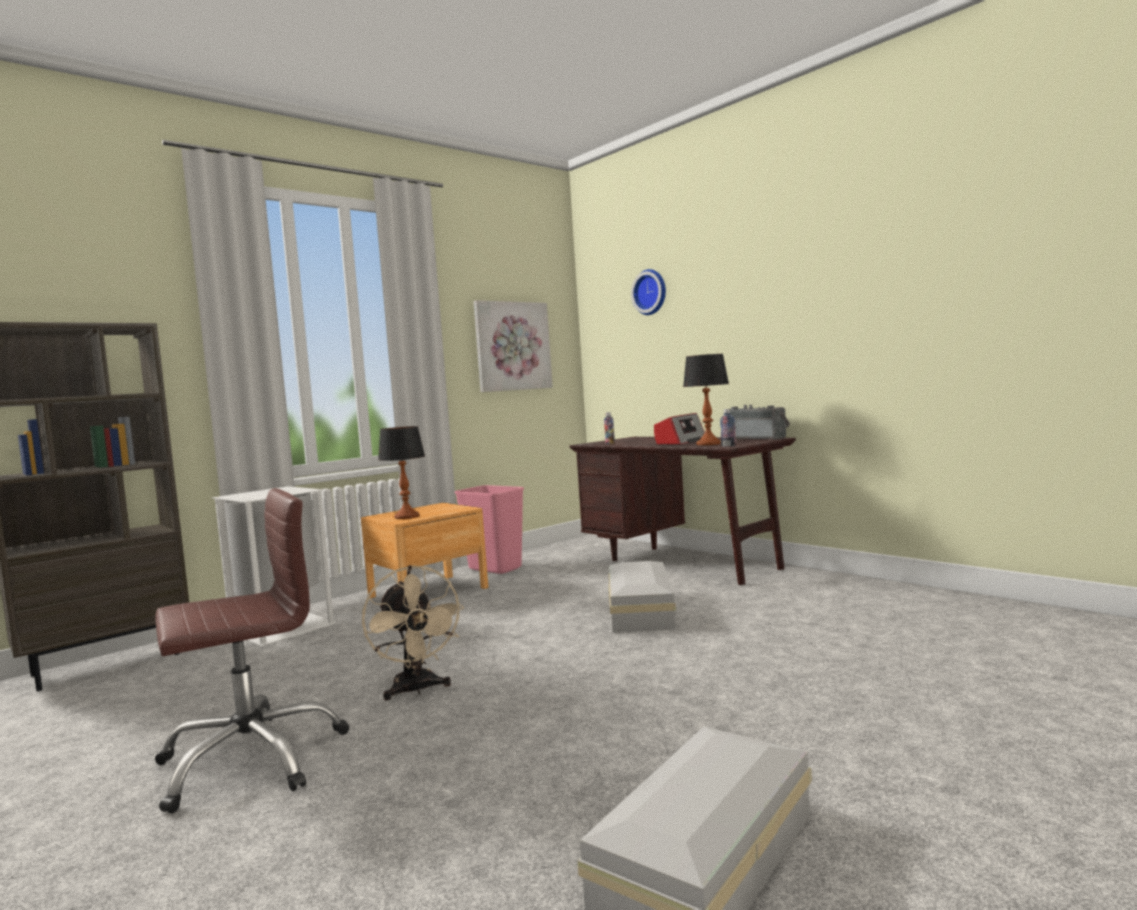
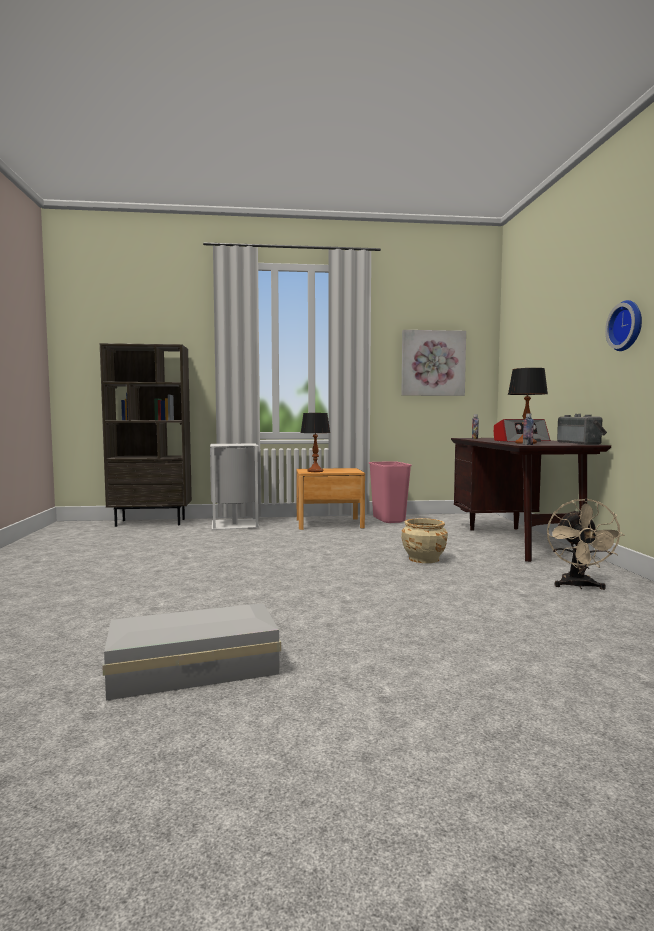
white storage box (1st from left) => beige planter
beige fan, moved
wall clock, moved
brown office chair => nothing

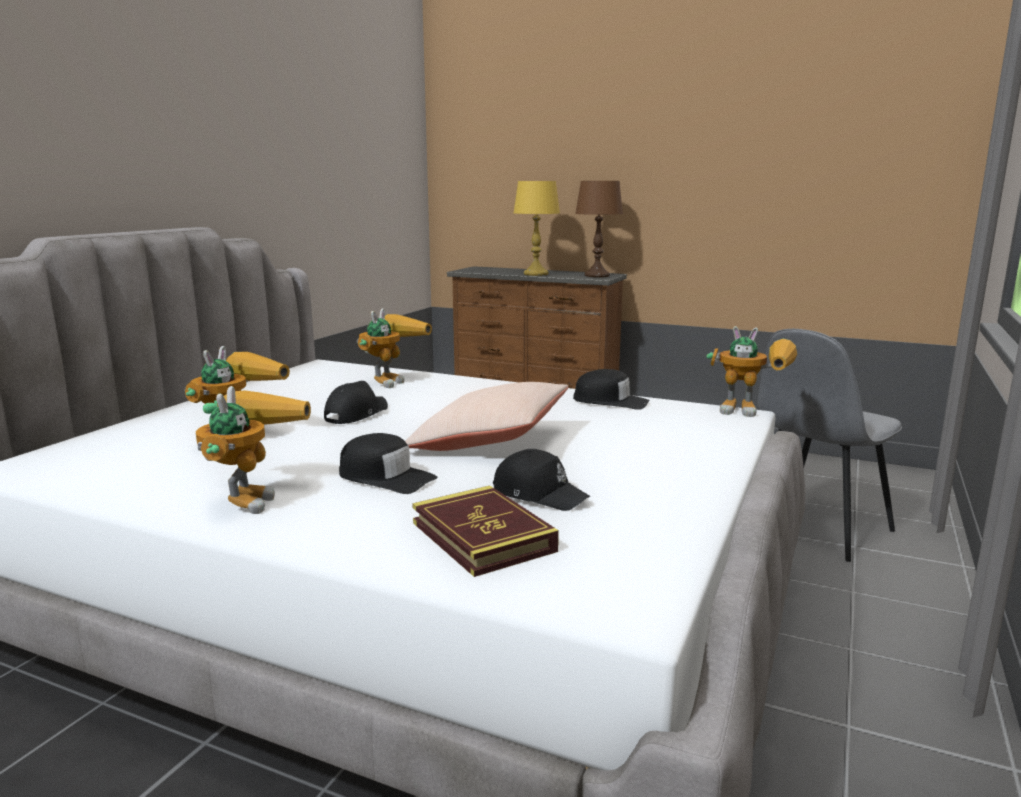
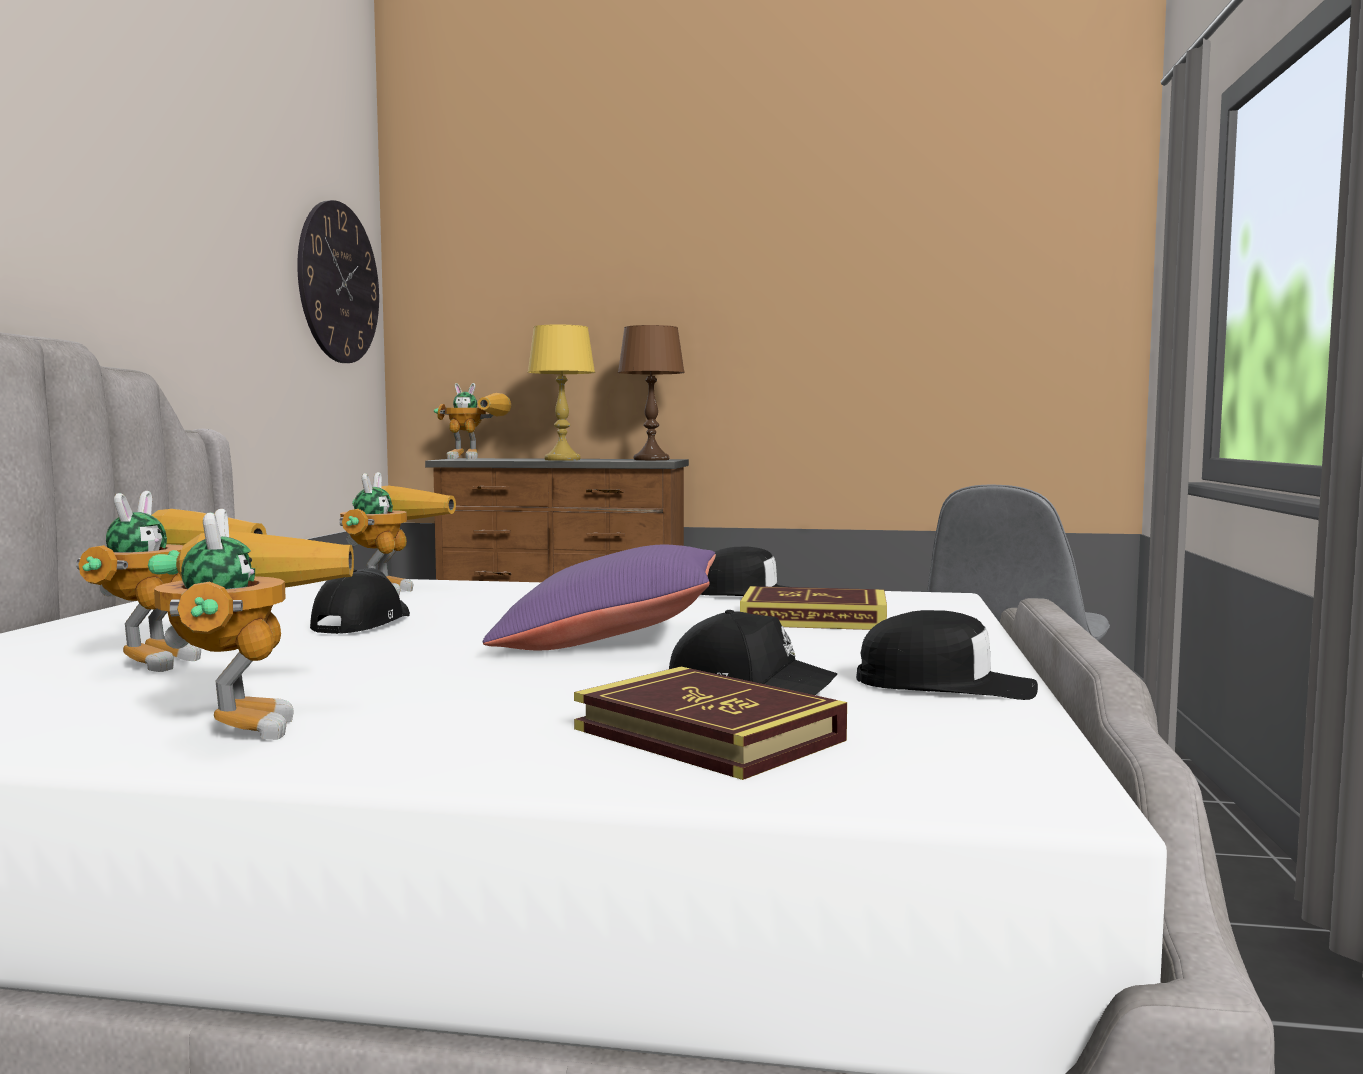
nothing => wall clock
toy robot (4th from left), moved
beige pillow => purple pillow
nothing => book (2nd from left)
black cap (2nd from left in the first image) => black cap (4th from left), moved

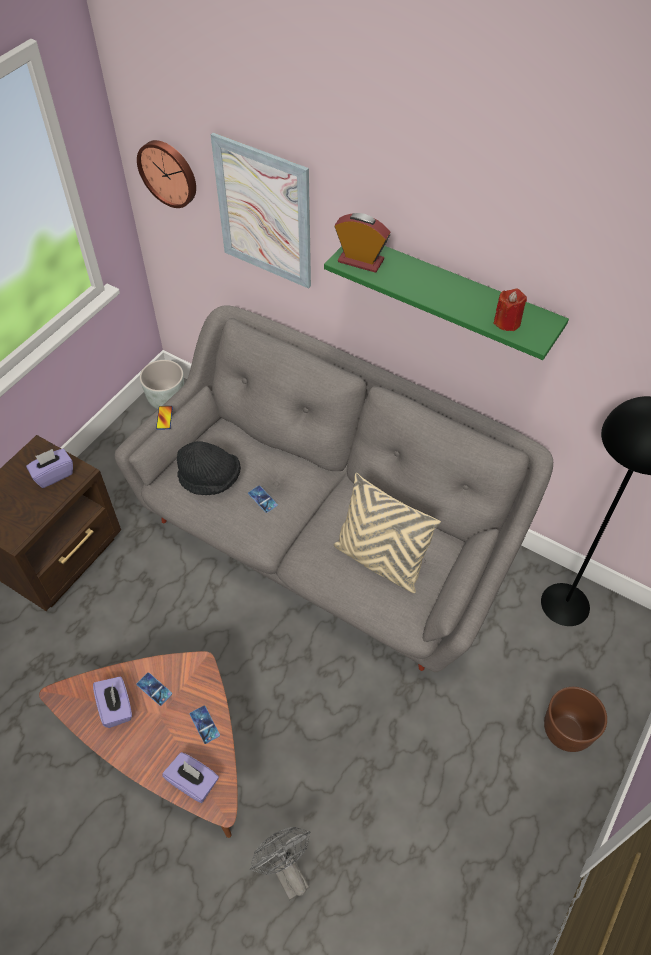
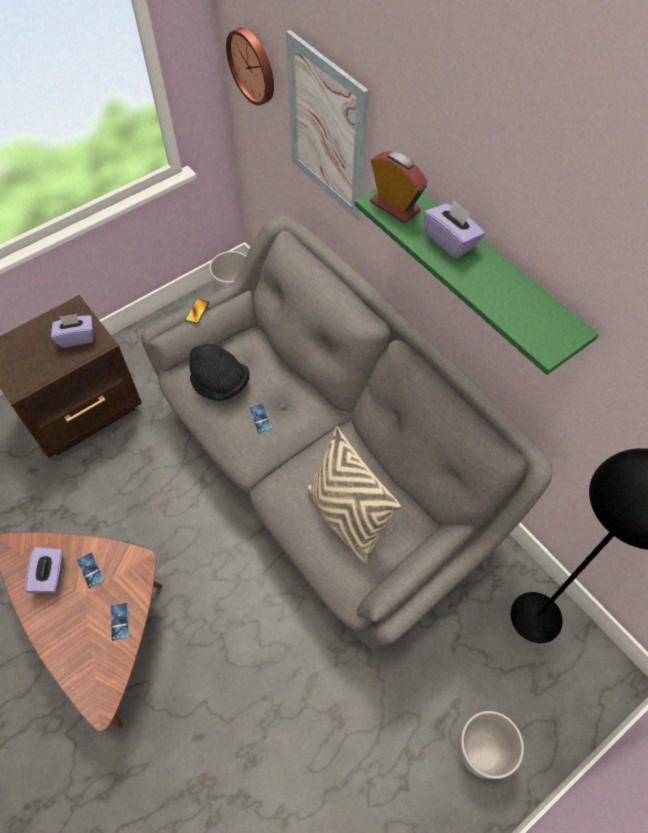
purple tissue box (3rd from left), moved
brown planter => grey planter (2nd from left)
grey fan => nothing
red candle => nothing

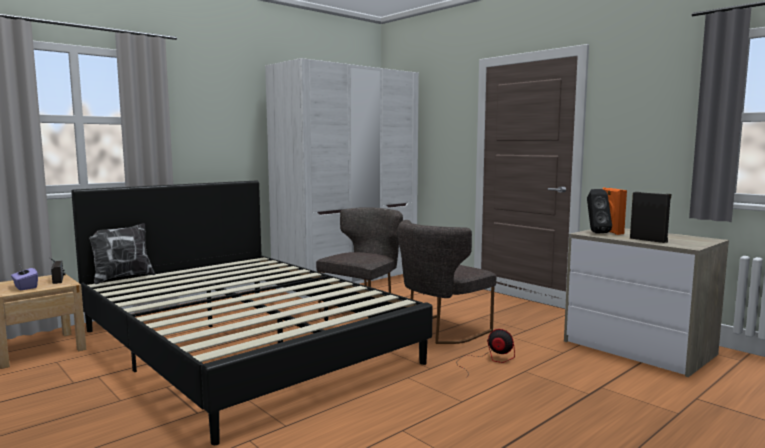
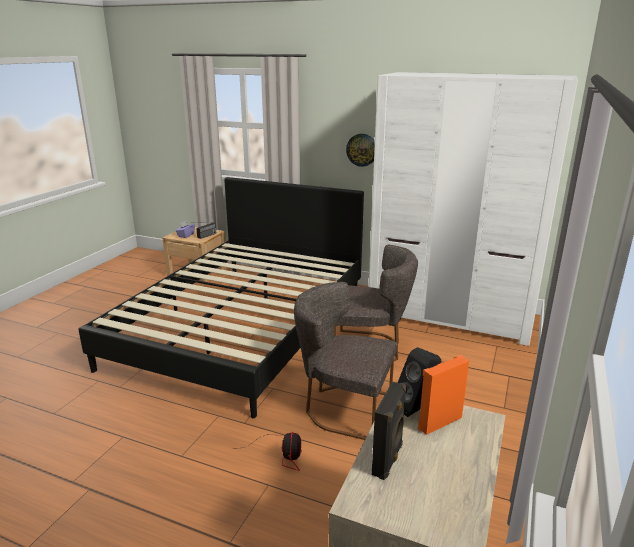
nothing => wall clock
pillow => nothing

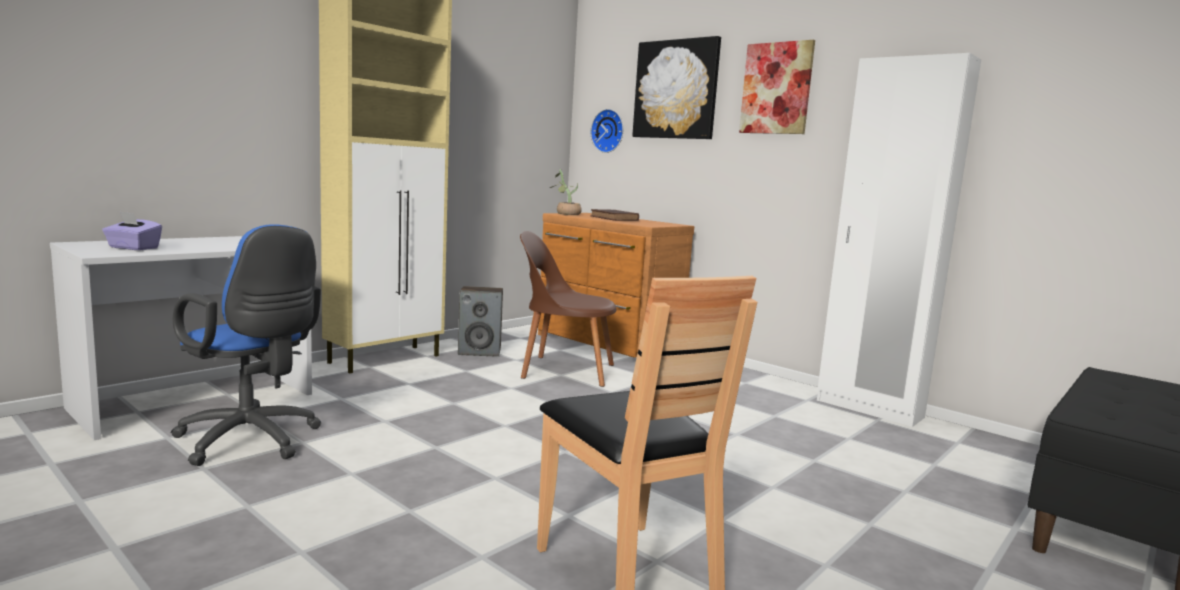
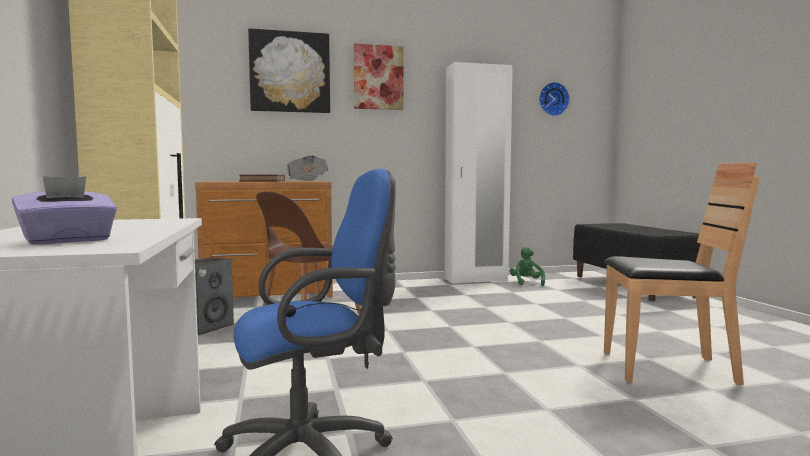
nothing => newspaper
nothing => green plush toy
wall clock, moved
potted plant => nothing

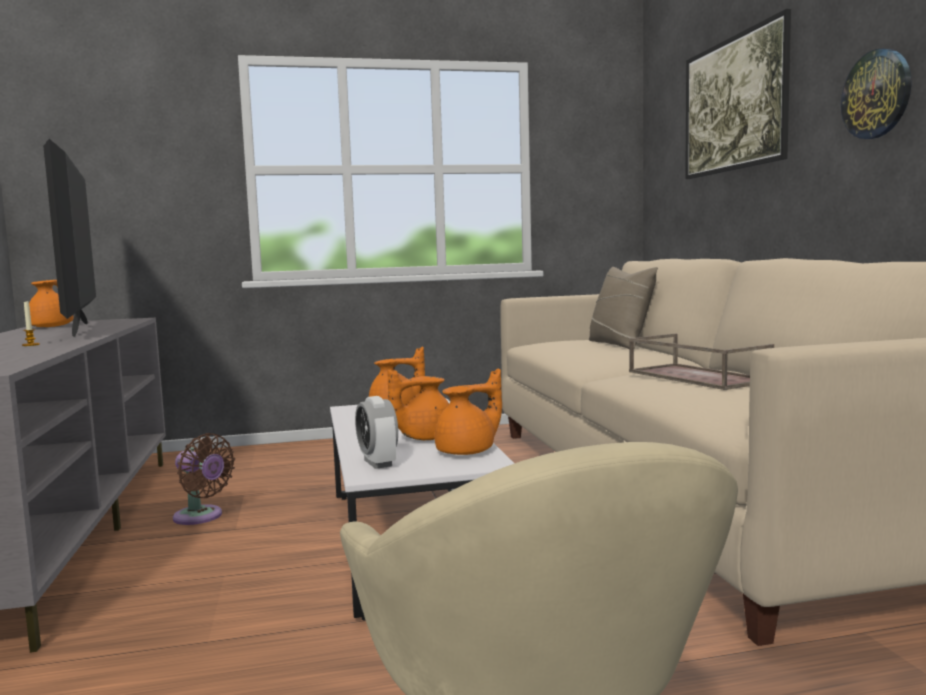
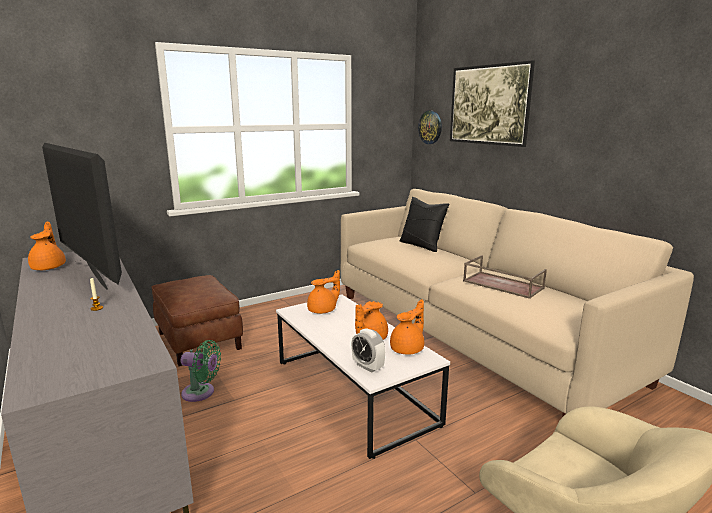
nothing => brown ottoman
brown fan => green fan
beige pillow => black pillow
wall clock, moved

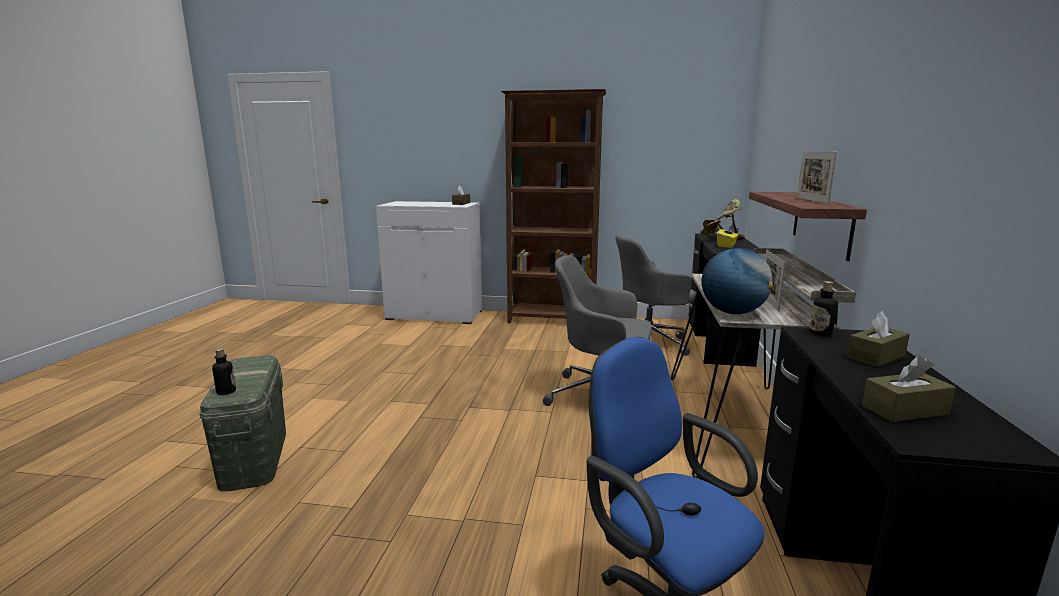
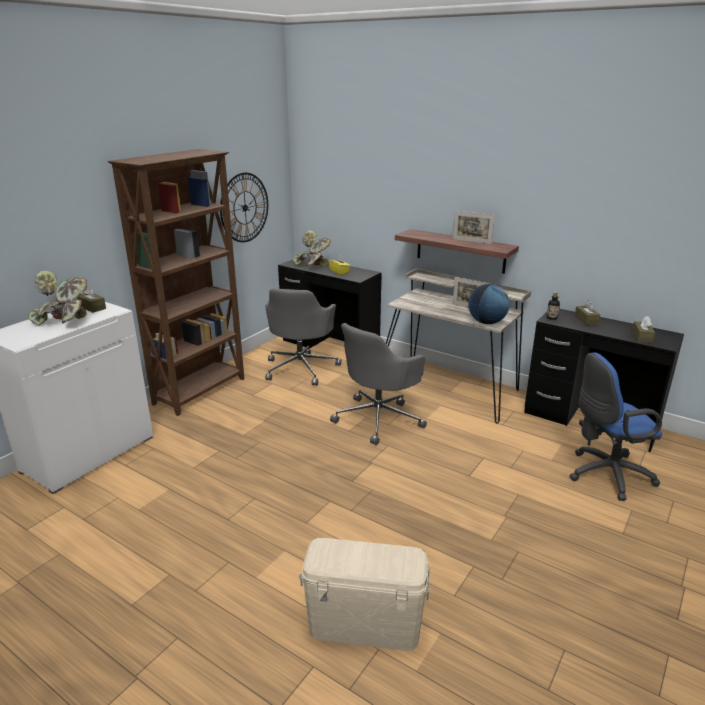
nothing => potted plant (1st from left)
nothing => wall clock
green storage box => beige storage box
bottle (1st from left) => nothing

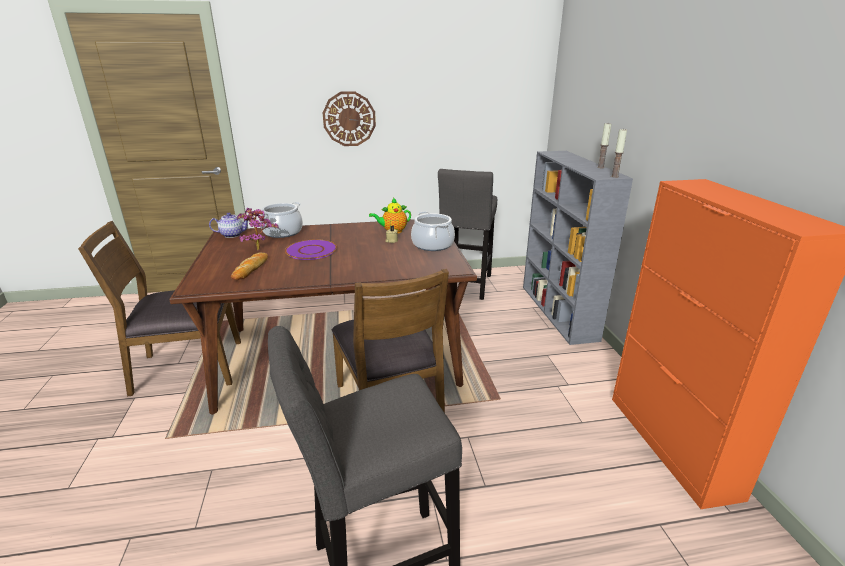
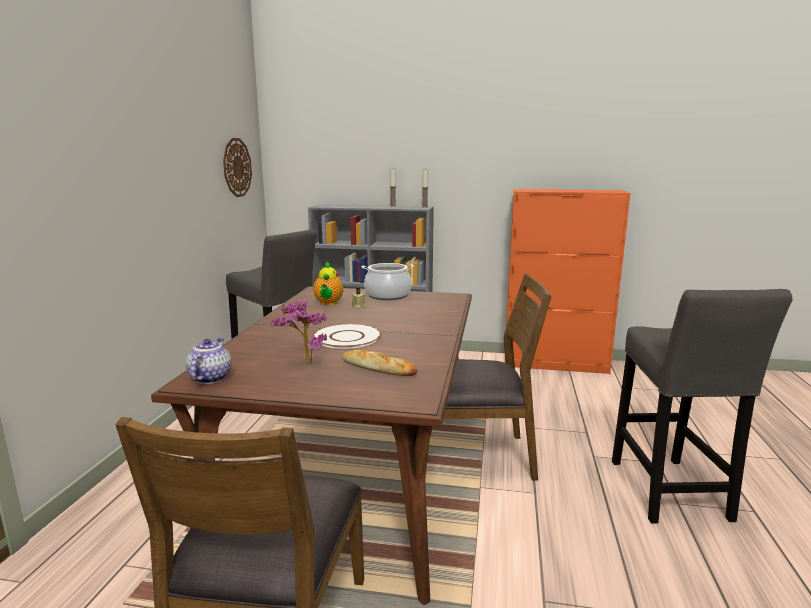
wall clock, moved
purple plate => white plate
cooking pot (1st from left) => nothing

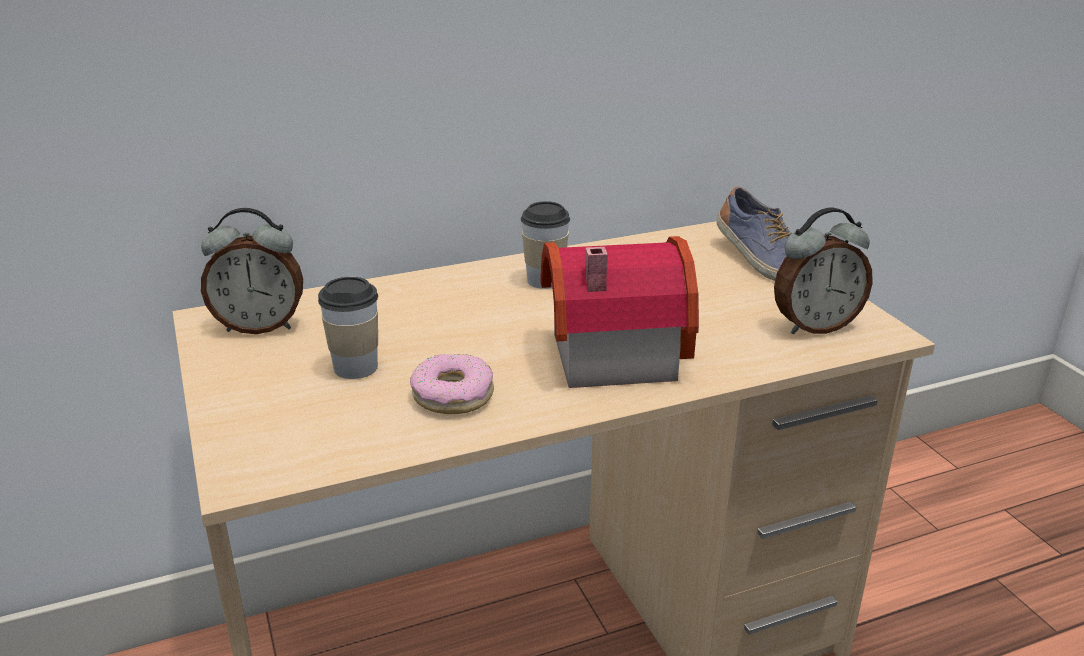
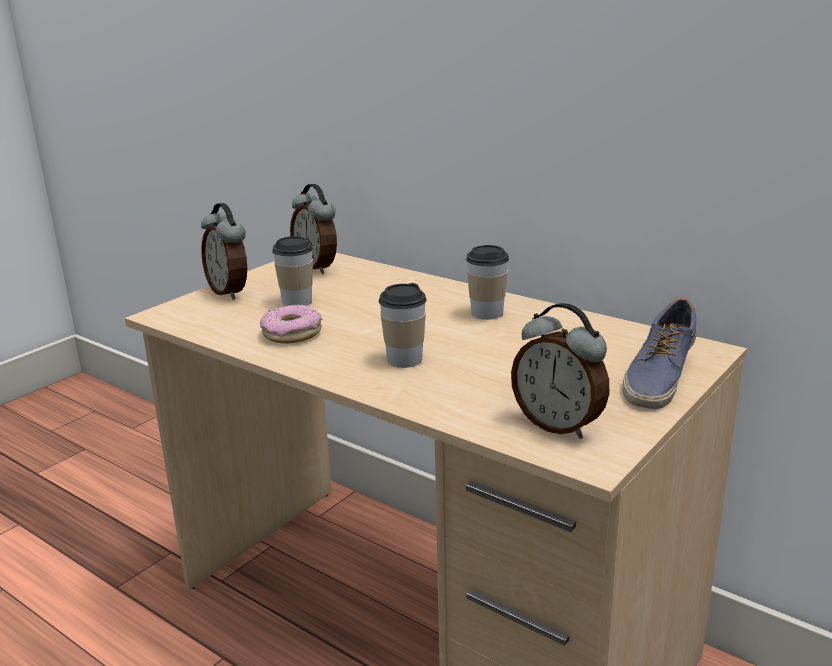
nothing => alarm clock (1st from left)
toy house => cup (2nd from left)

